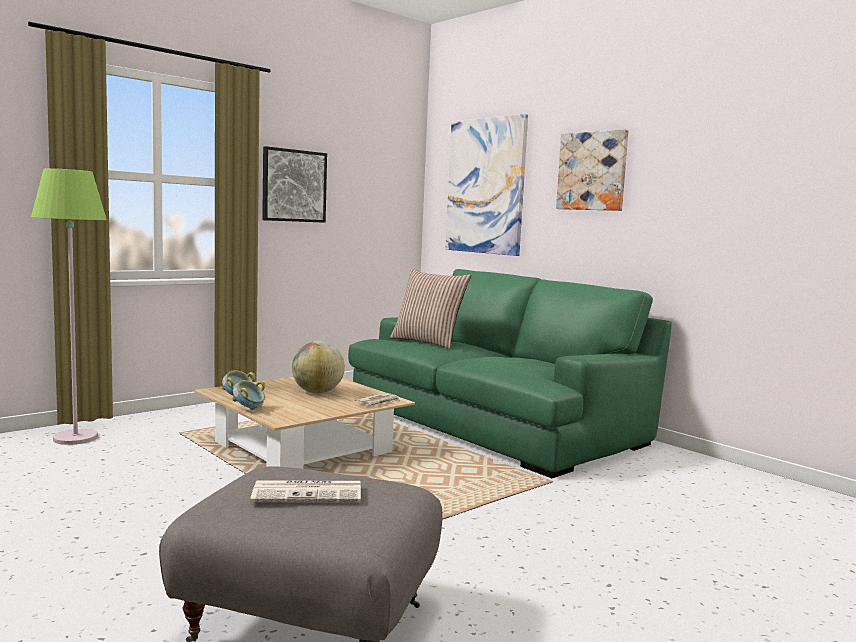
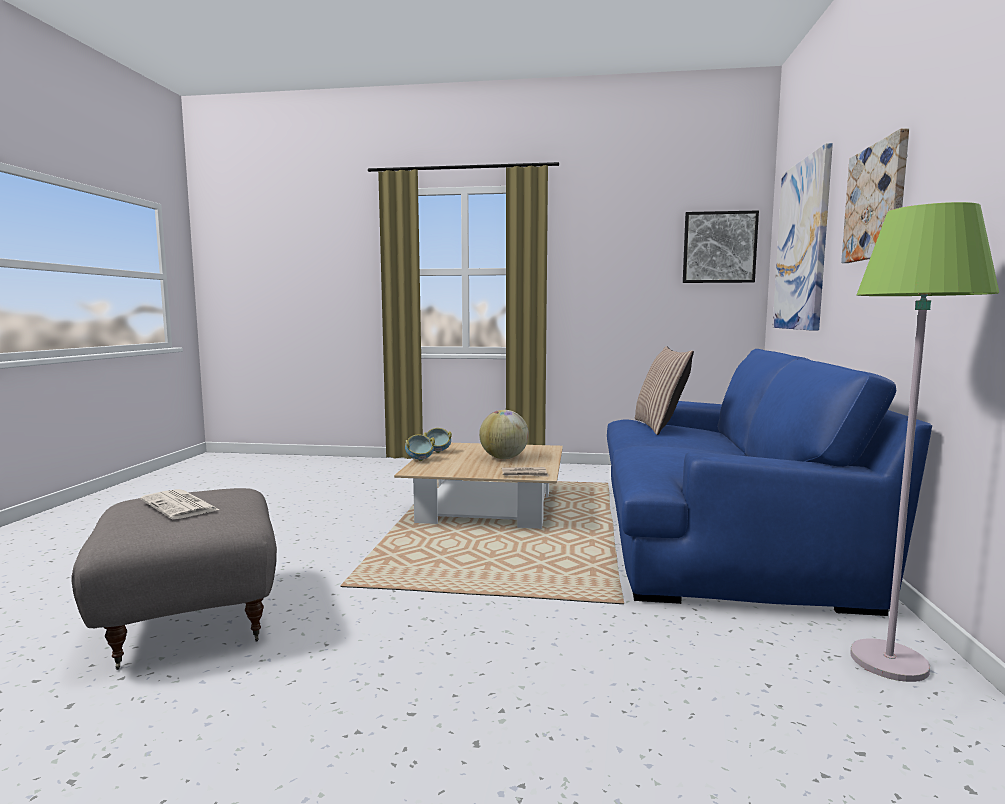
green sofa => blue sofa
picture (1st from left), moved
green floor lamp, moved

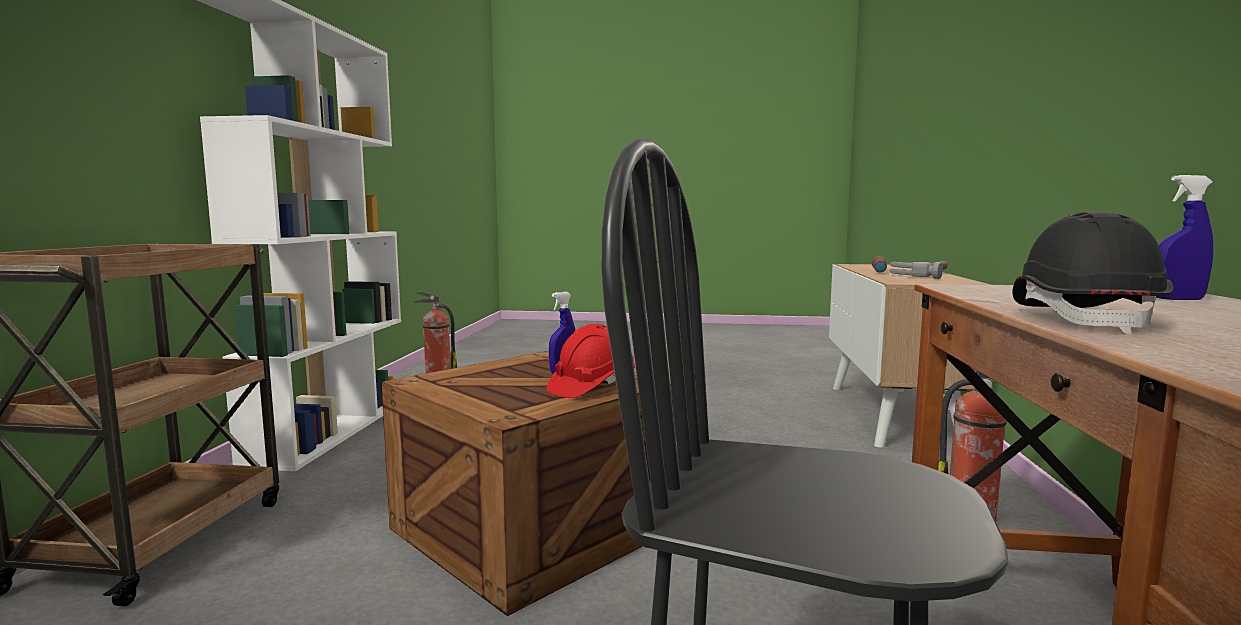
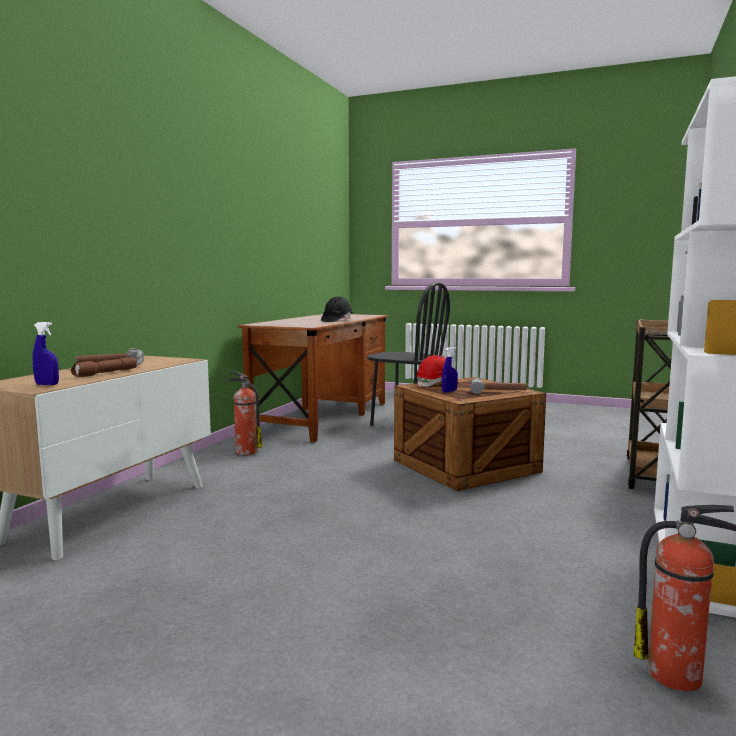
blue spray bottle (2nd from left in the first image) => blue spray bottle (1st from left), moved
nothing => hammer (2nd from left)

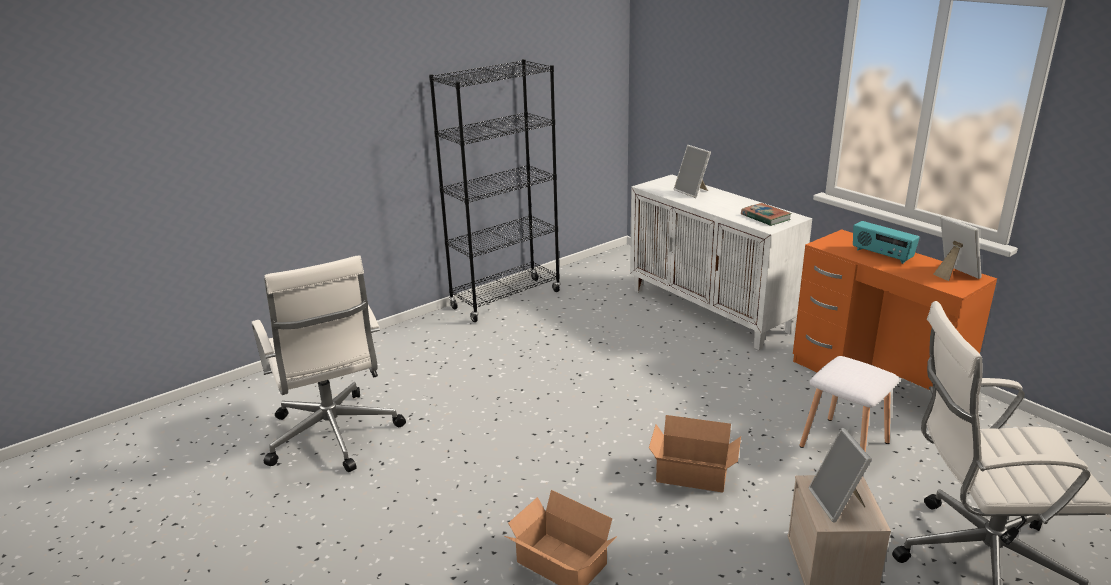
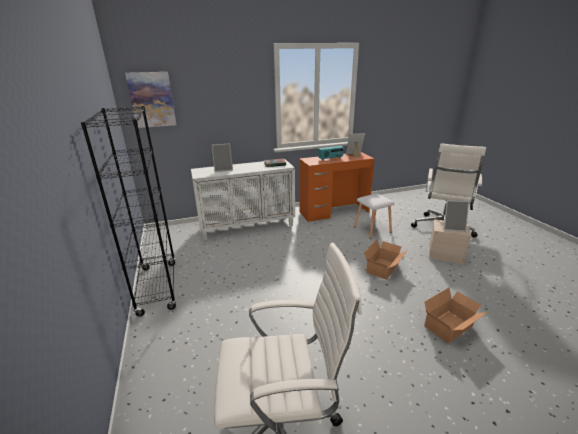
nothing => picture

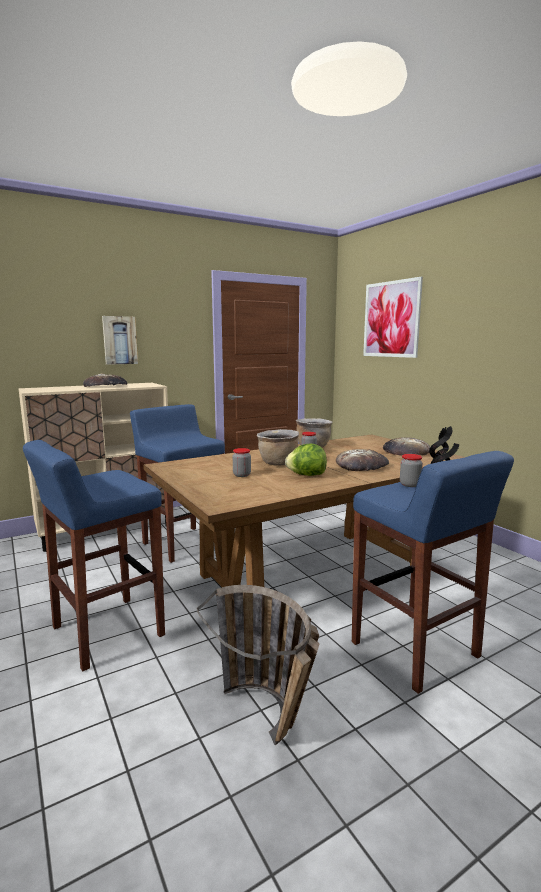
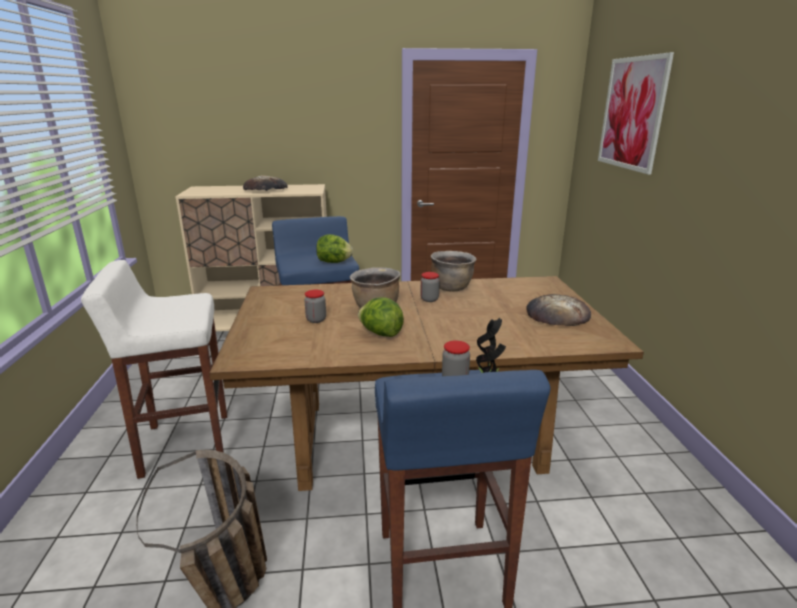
blue stool (1st from left) => white stool
nothing => lettuce (1st from left)
picture (1st from left) => nothing
bread (2nd from left) => nothing

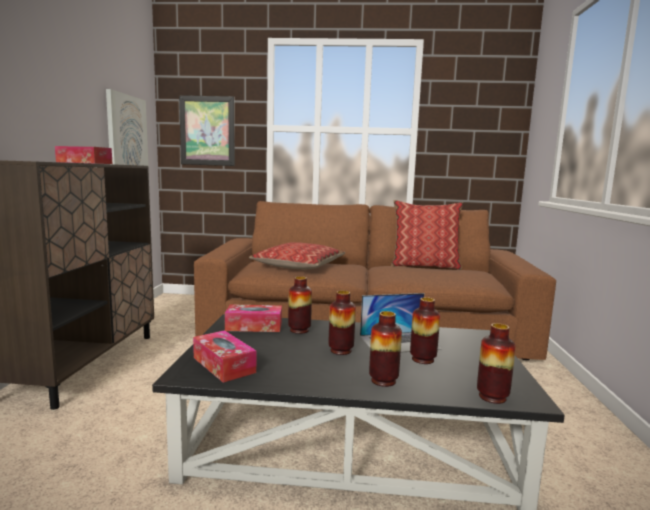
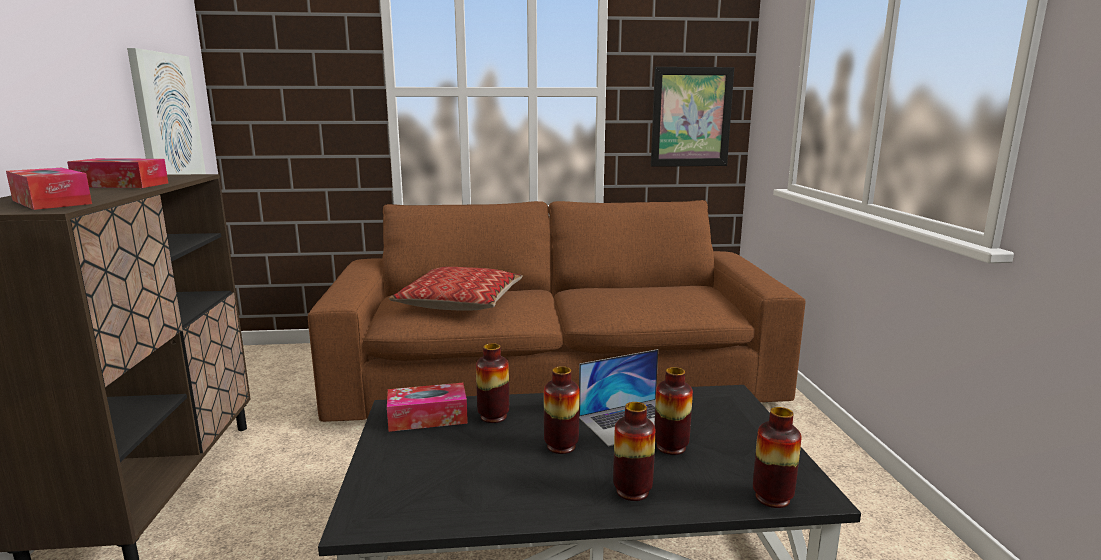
tissue box (2nd from left in the first image) => tissue box (1st from left), moved
picture (2nd from left), moved
pillow (2nd from left) => nothing

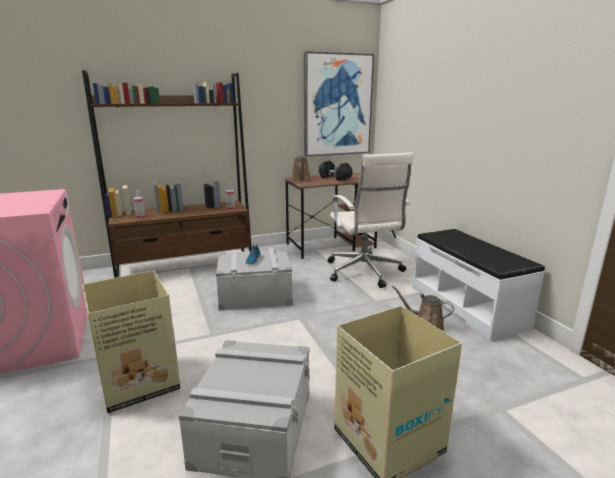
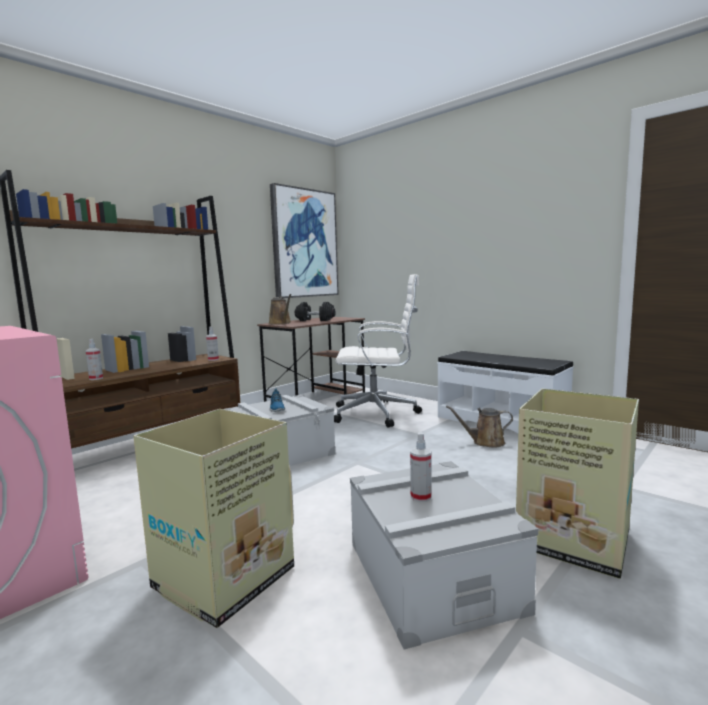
white office chair, 45 degrees counterclockwise
nothing => spray bottle (3rd from left)

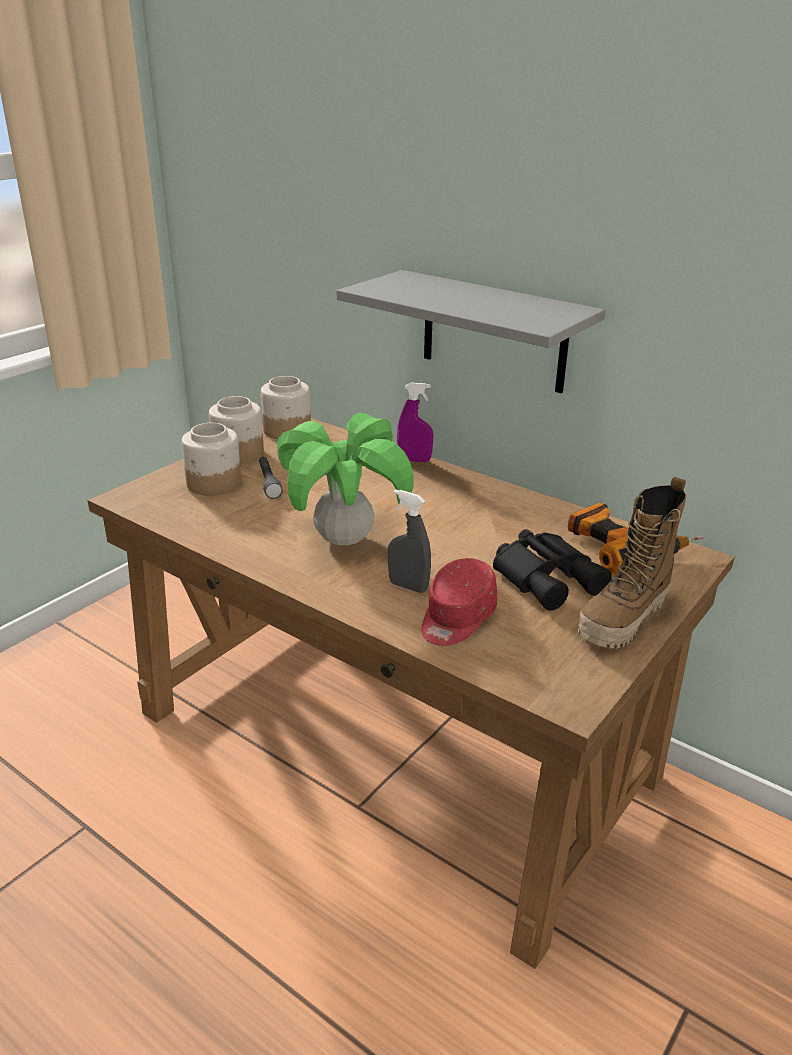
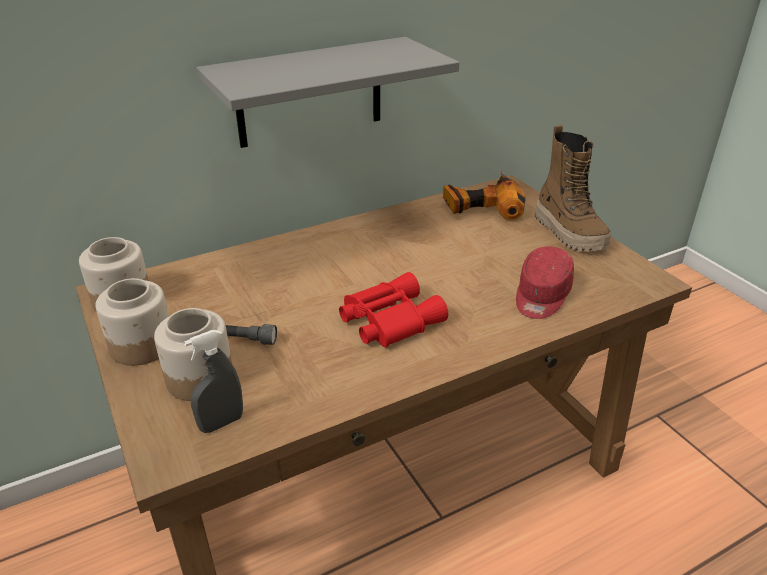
grey spray bottle, moved
potted plant => red binoculars
red cap, 60 degrees clockwise
purple spray bottle => nothing
black binoculars => nothing

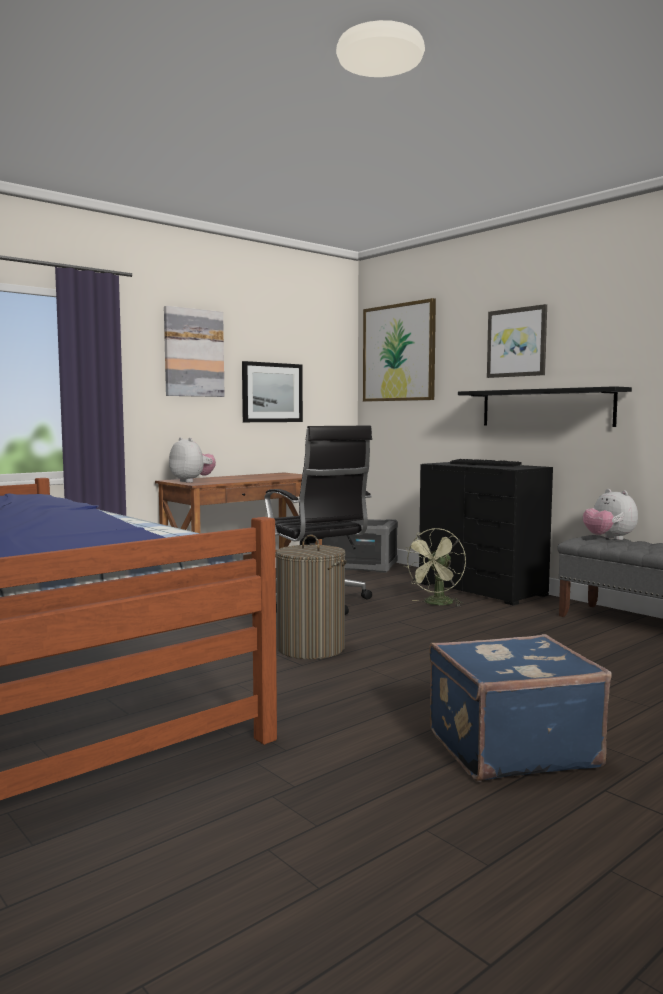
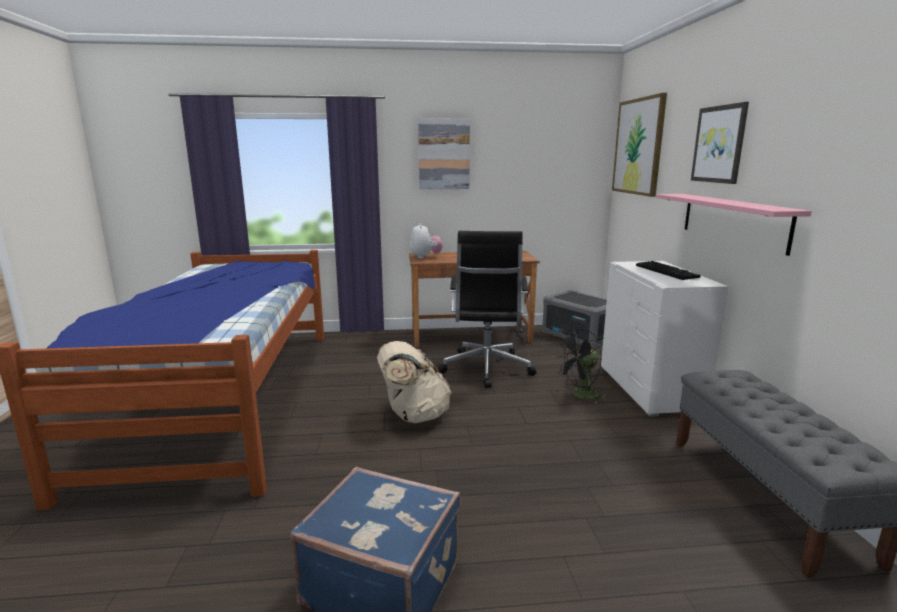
laundry basket => beige backpack
green fan => black fan
black dresser => white dresser
black shelf => pink shelf
picture (2nd from left) => nothing
plush toy (2nd from left) => nothing

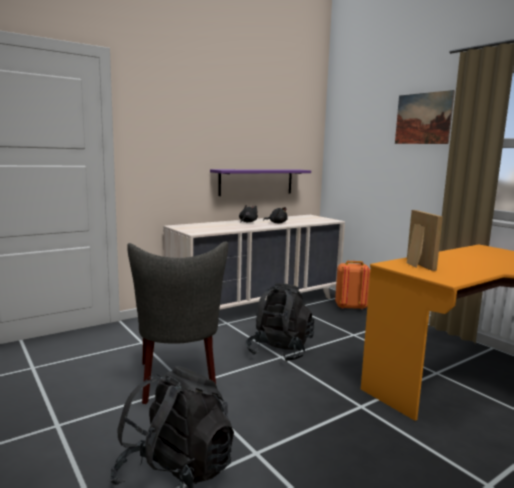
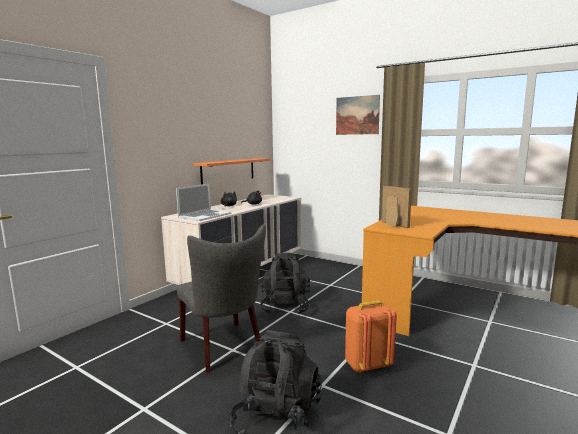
nothing => laptop
purple shelf => orange shelf
orange backpack, moved

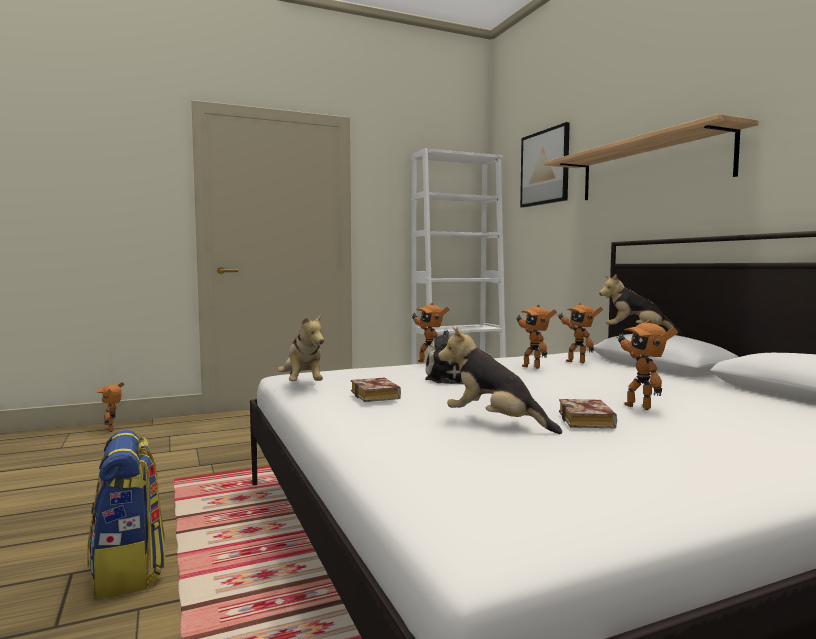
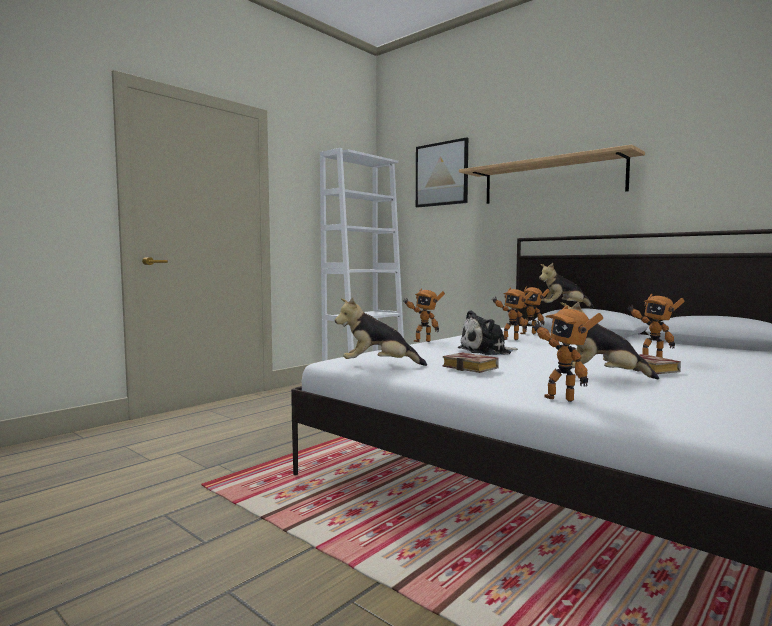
plush toy (1st from left), 135 degrees clockwise
toy robot (1st from left in the first image) => toy robot (4th from left), moved
backpack => nothing

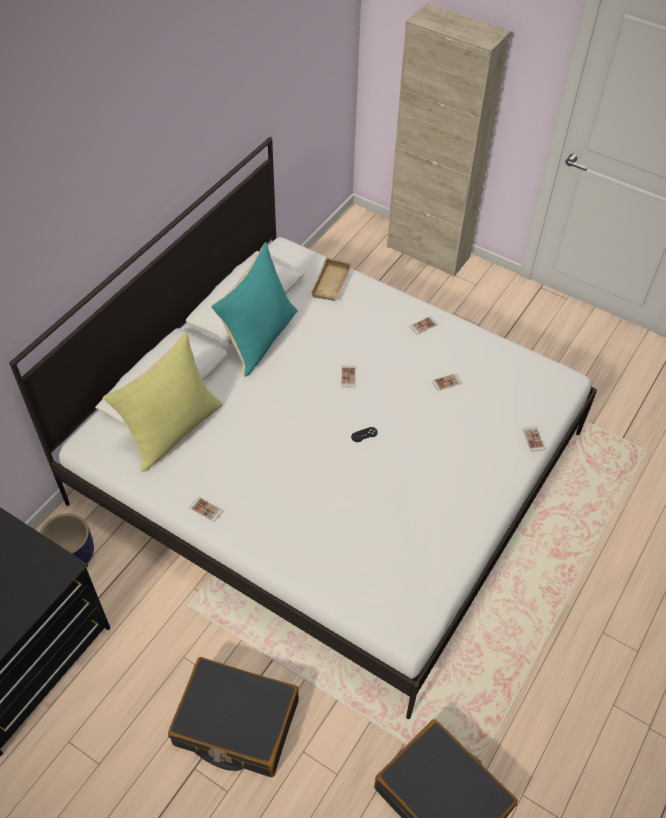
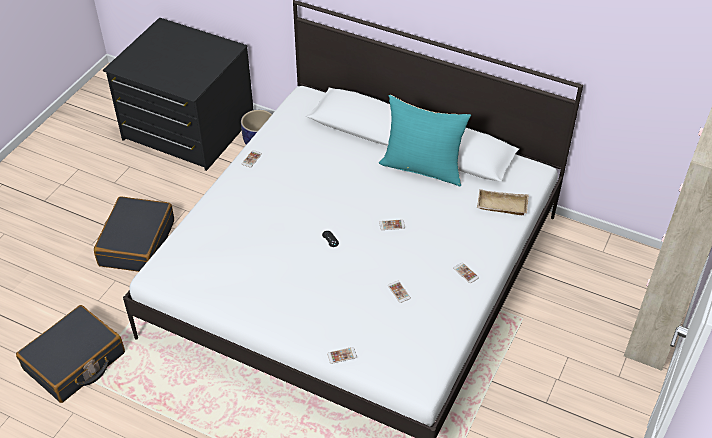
yellow pillow => nothing

